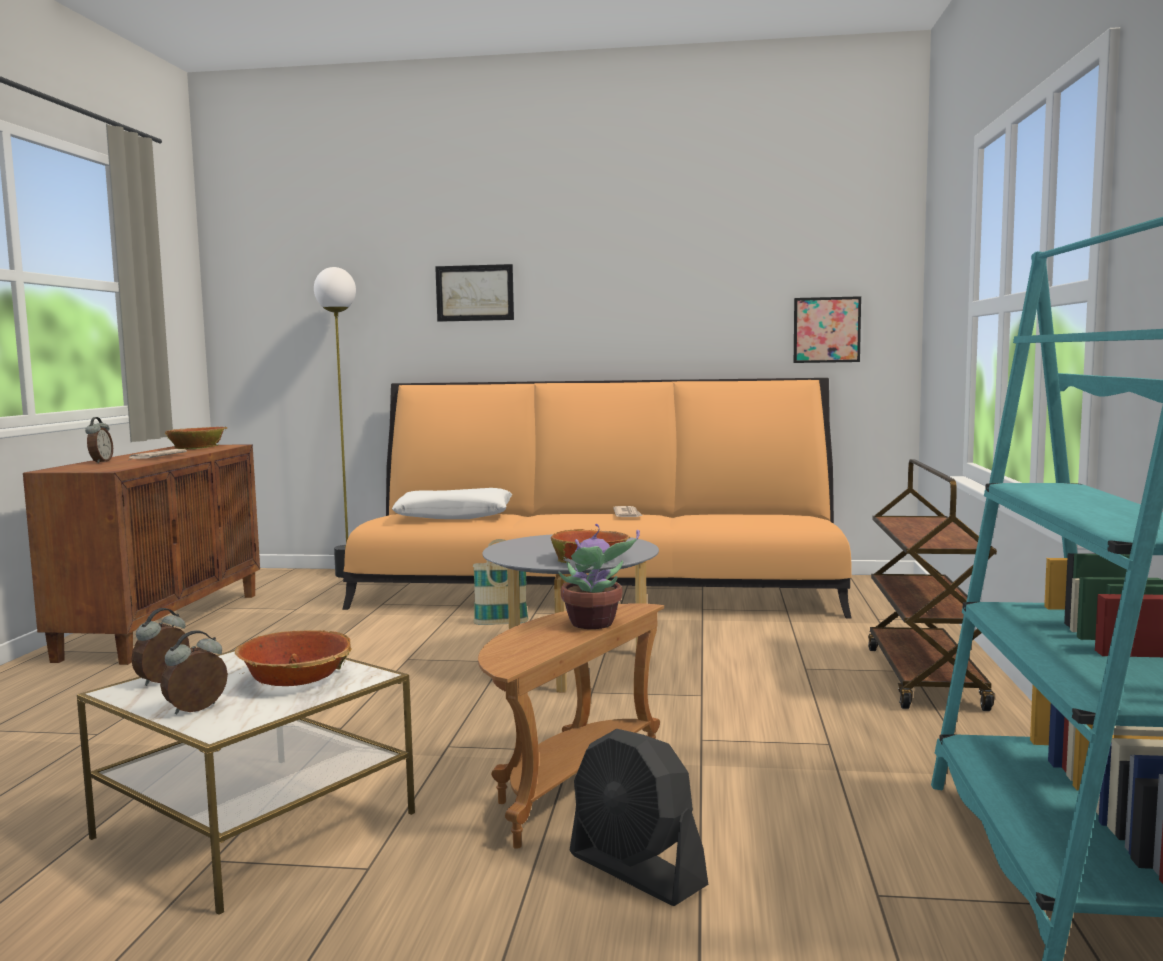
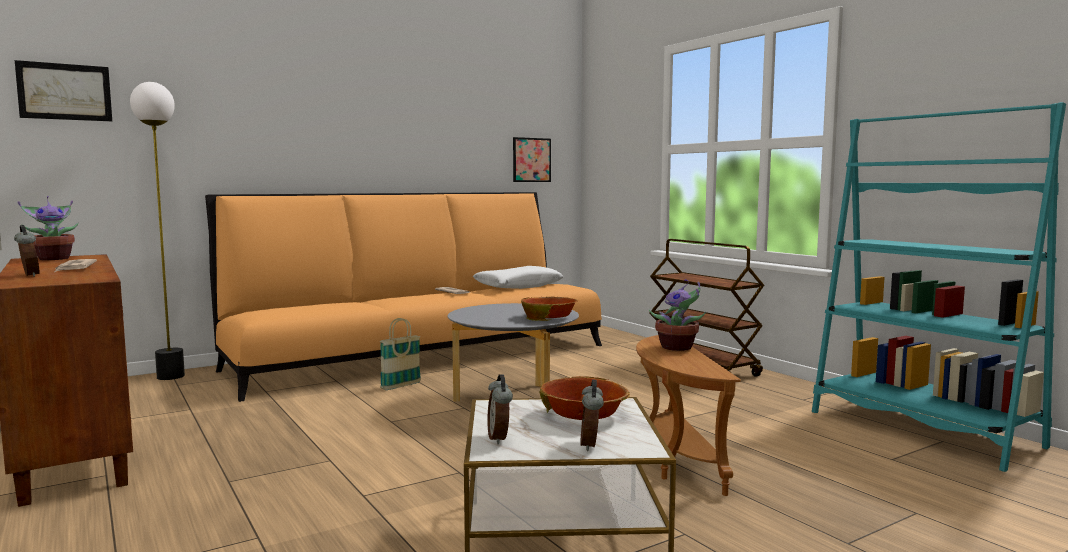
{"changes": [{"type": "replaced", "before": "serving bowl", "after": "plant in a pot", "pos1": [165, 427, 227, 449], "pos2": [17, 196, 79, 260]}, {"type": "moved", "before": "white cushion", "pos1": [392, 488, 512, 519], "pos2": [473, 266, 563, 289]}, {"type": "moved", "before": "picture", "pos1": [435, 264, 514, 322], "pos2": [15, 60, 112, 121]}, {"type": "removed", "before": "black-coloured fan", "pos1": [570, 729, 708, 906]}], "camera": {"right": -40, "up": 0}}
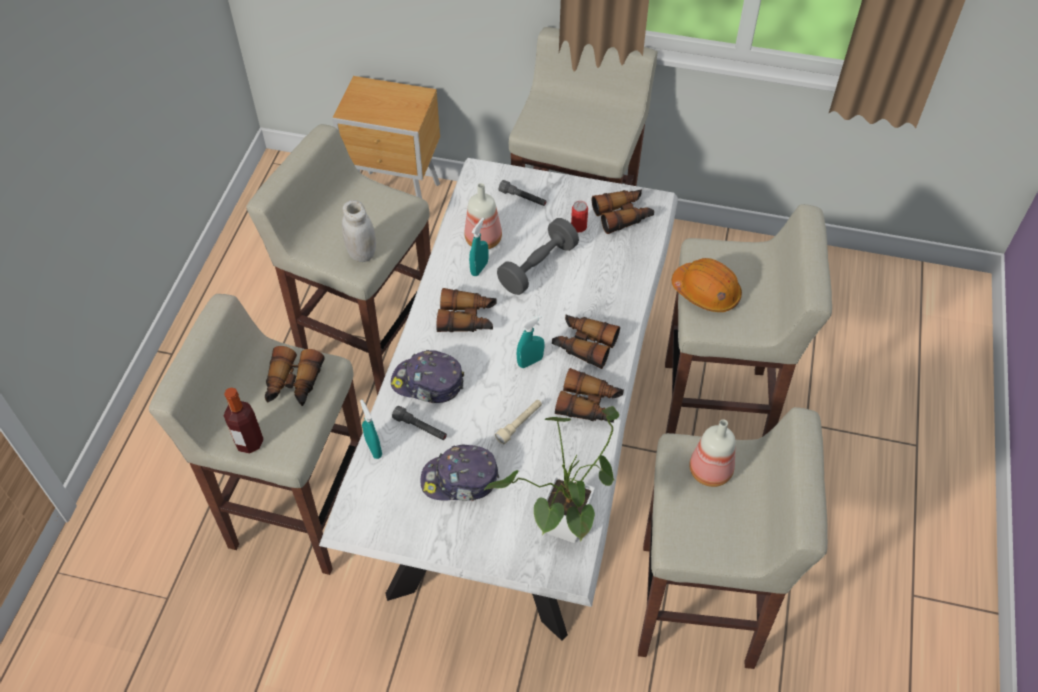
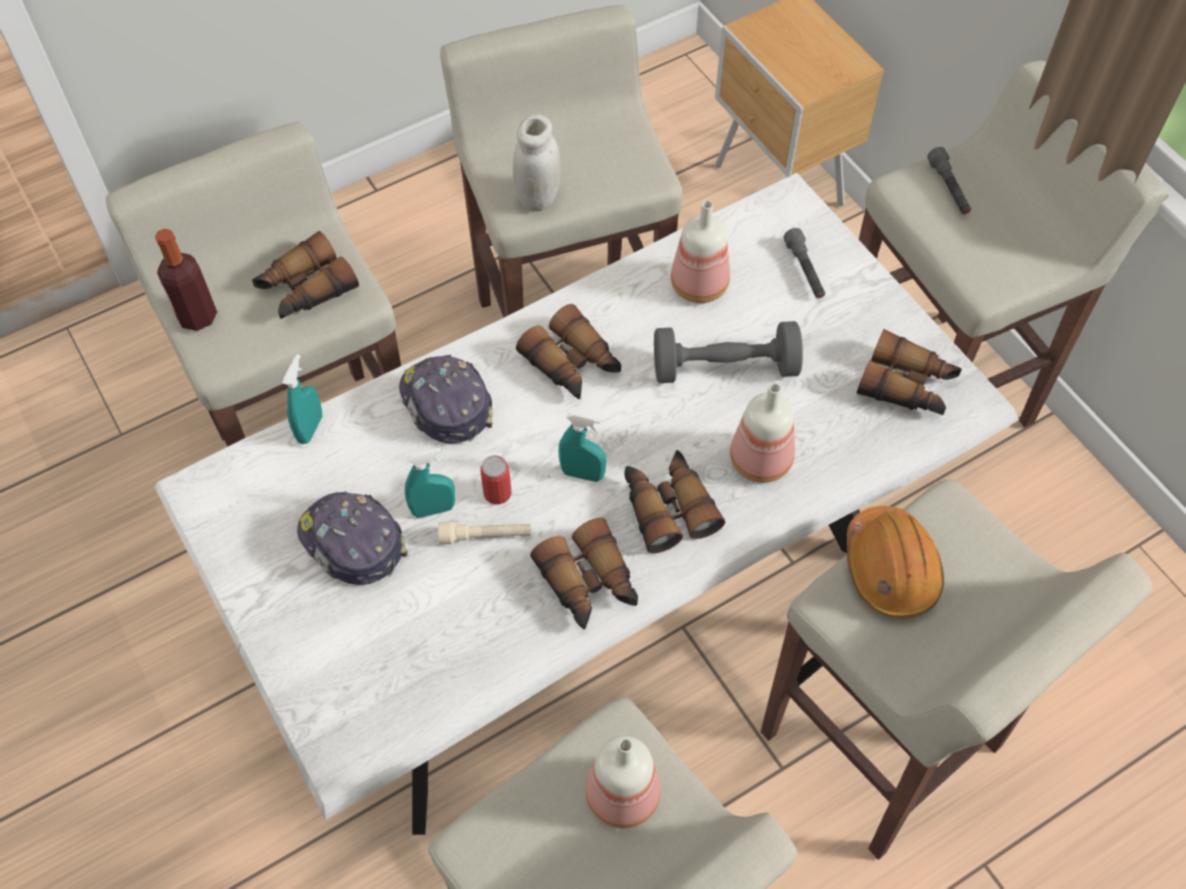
{"changes": [{"type": "moved", "before": "grey hand torch", "pos1": [392, 406, 447, 440], "pos2": [927, 147, 971, 214]}, {"type": "moved", "before": "blue-green hand sprayer", "pos1": [469, 218, 489, 276], "pos2": [405, 448, 455, 518]}, {"type": "removed", "before": "plant in a pot", "pos1": [484, 406, 619, 543]}, {"type": "moved", "before": "can", "pos1": [571, 201, 588, 232], "pos2": [481, 455, 511, 504]}, {"type": "added", "after": "beverage bottle", "pos2": [730, 383, 795, 483]}], "camera": {"right": 45, "up": 5}}
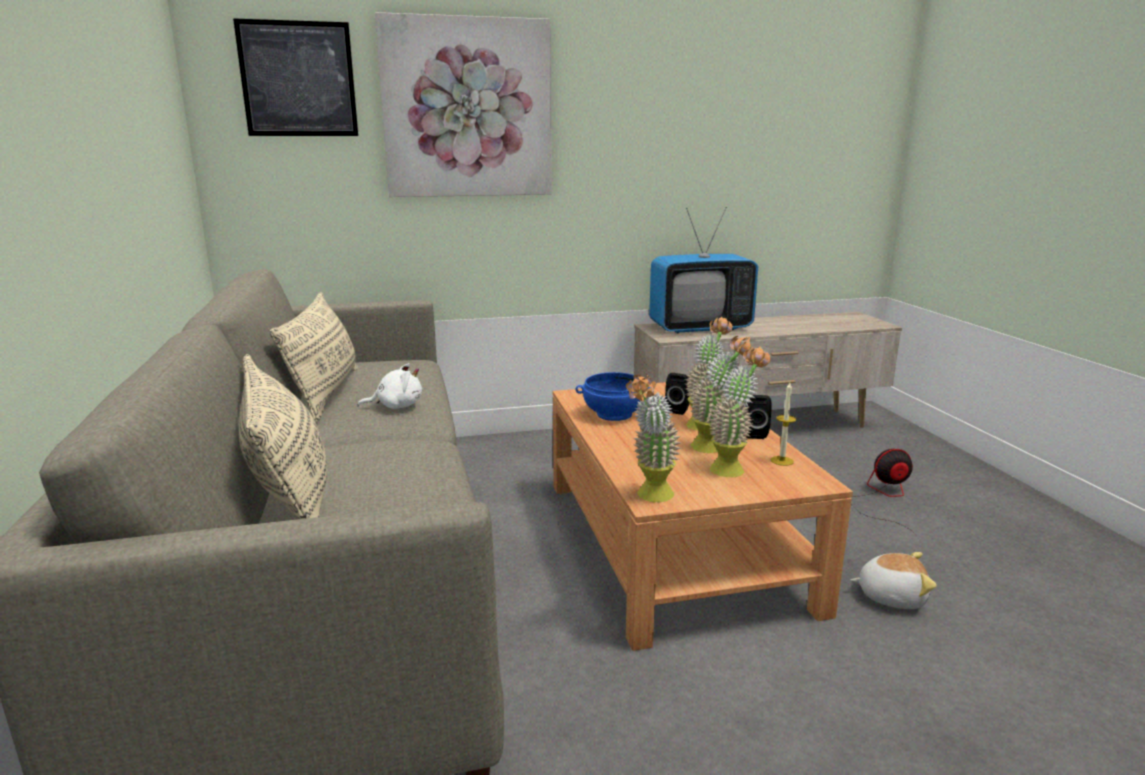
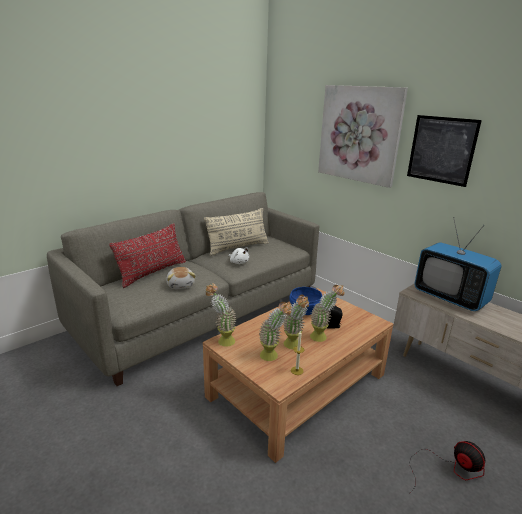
{"changes": [{"type": "moved", "before": "picture", "pos1": [233, 18, 358, 136], "pos2": [407, 115, 482, 187]}, {"type": "recoloured", "before": "beige cushion", "after": "reddish cushion", "pos1": [239, 354, 327, 520], "pos2": [109, 223, 186, 288]}, {"type": "removed", "before": "black-coloured speaker", "pos1": [744, 395, 772, 439]}, {"type": "moved", "before": "cuddly toy", "pos1": [850, 552, 937, 609], "pos2": [166, 267, 196, 289]}], "camera": {"right": 60, "up": 5}}
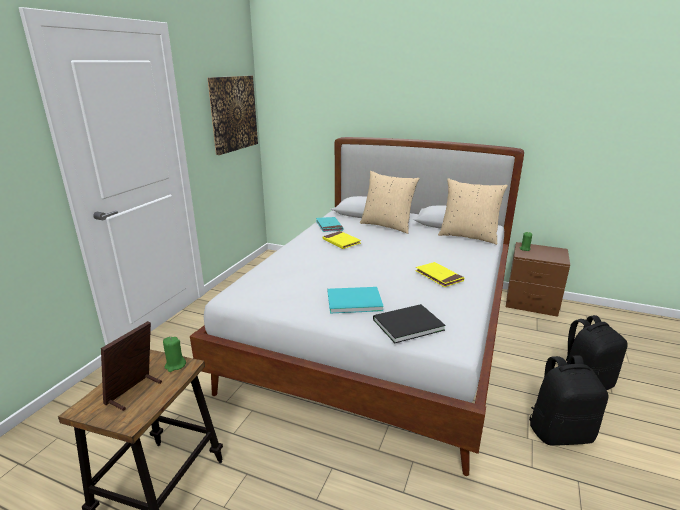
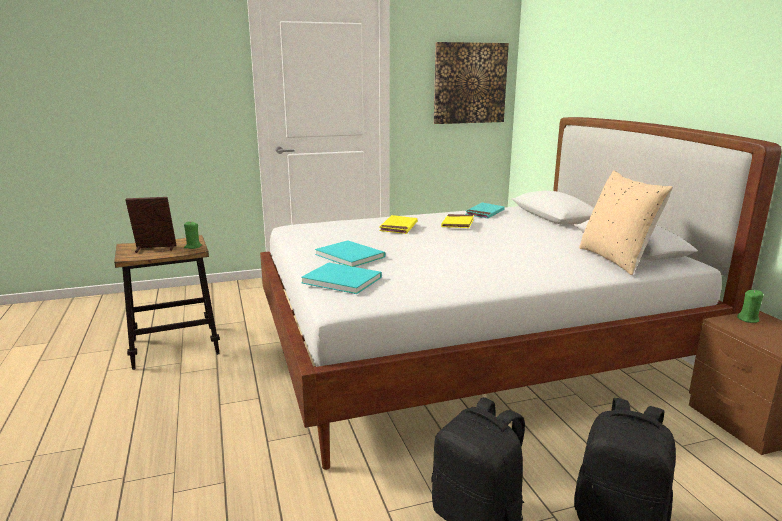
{"changes": [{"type": "removed", "before": "beige cushion", "pos1": [360, 171, 420, 234]}, {"type": "recoloured", "before": "black-coloured book", "after": "blue-green book", "pos1": [373, 304, 446, 343], "pos2": [301, 262, 382, 294]}, {"type": "moved", "before": "yellow book", "pos1": [415, 262, 464, 287], "pos2": [379, 215, 418, 234]}], "camera": {"right": 50, "up": -5}}
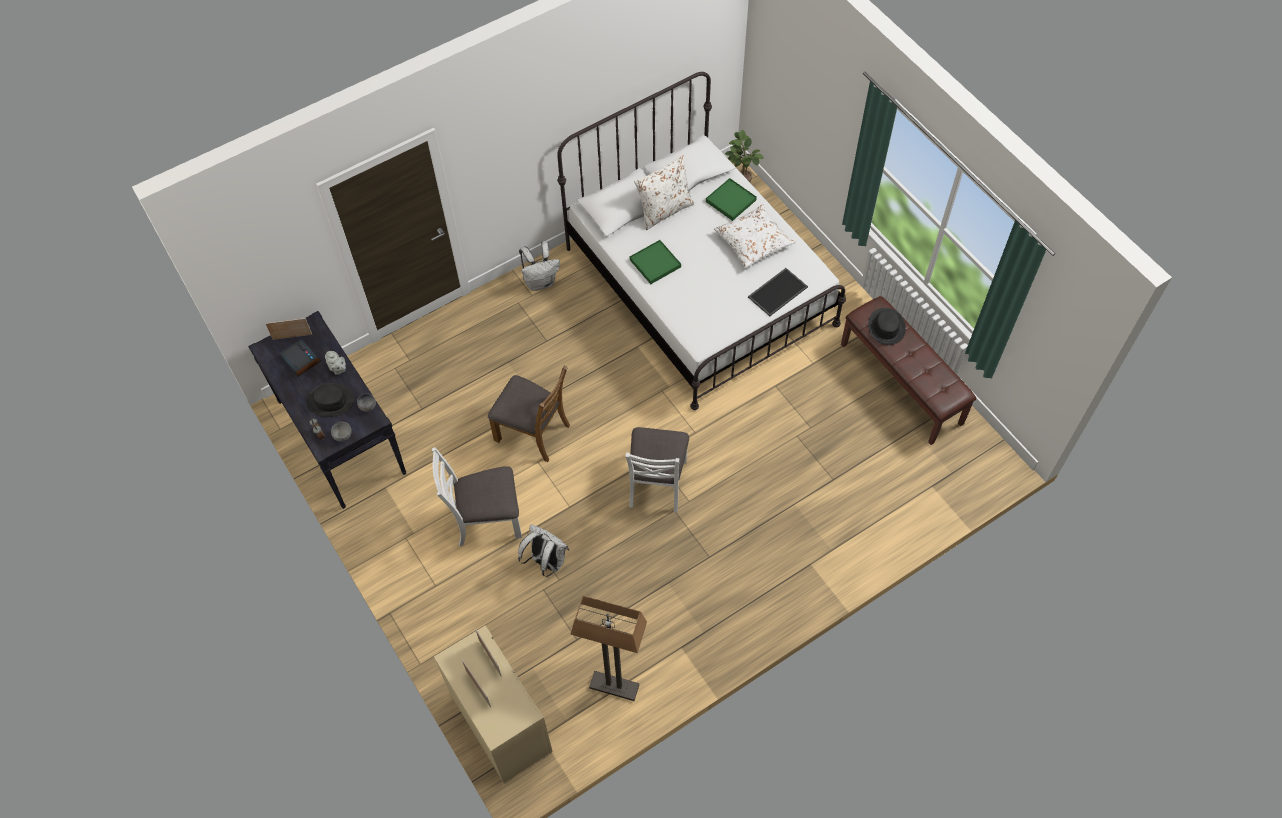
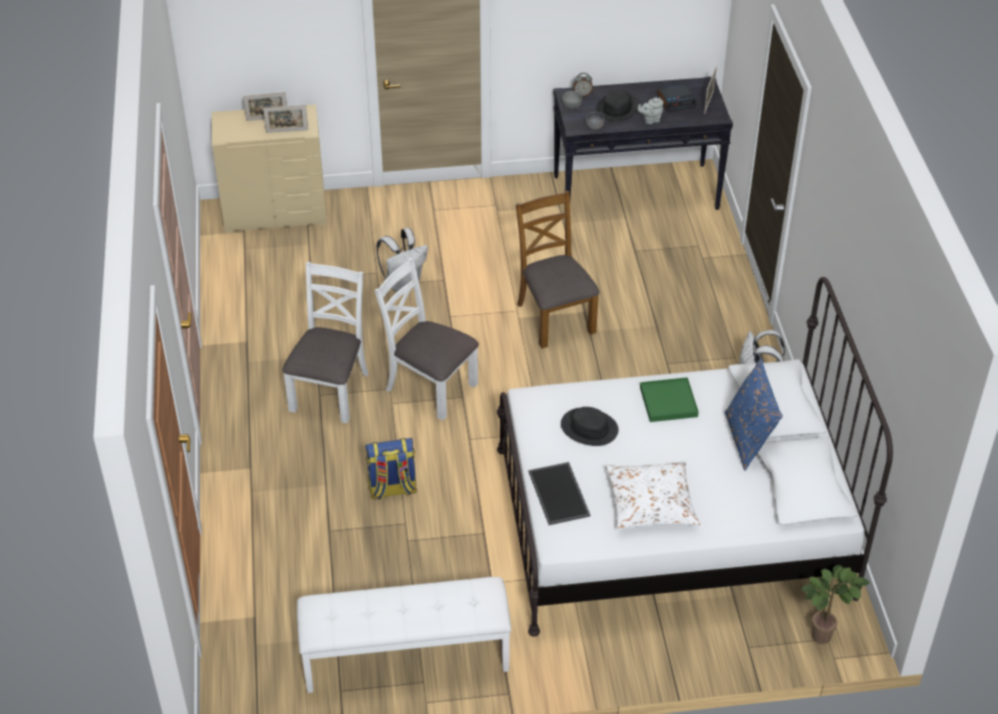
{"changes": [{"type": "moved", "before": "white chair", "pos1": [432, 447, 522, 546], "pos2": [282, 262, 369, 424]}, {"type": "turned", "before": "brown-coloured chair", "pos1": [488, 366, 570, 462], "pos2": [516, 191, 600, 349], "turn": 105}, {"type": "removed", "before": "standard lamp", "pos1": [570, 596, 647, 701]}, {"type": "recoloured", "before": "white cushion", "after": "blue-coloured cushion", "pos1": [634, 155, 694, 230], "pos2": [725, 358, 783, 470]}, {"type": "removed", "before": "green-coloured serving tray", "pos1": [706, 178, 757, 221]}, {"type": "recoloured", "before": "brown-coloured bench", "after": "white bench", "pos1": [841, 296, 976, 445], "pos2": [297, 577, 511, 693]}, {"type": "moved", "before": "black-coloured wearable hat", "pos1": [868, 308, 906, 345], "pos2": [561, 407, 619, 446]}, {"type": "added", "after": "rucksack", "pos2": [365, 438, 417, 500]}], "camera": {"right": 115, "up": -15}}
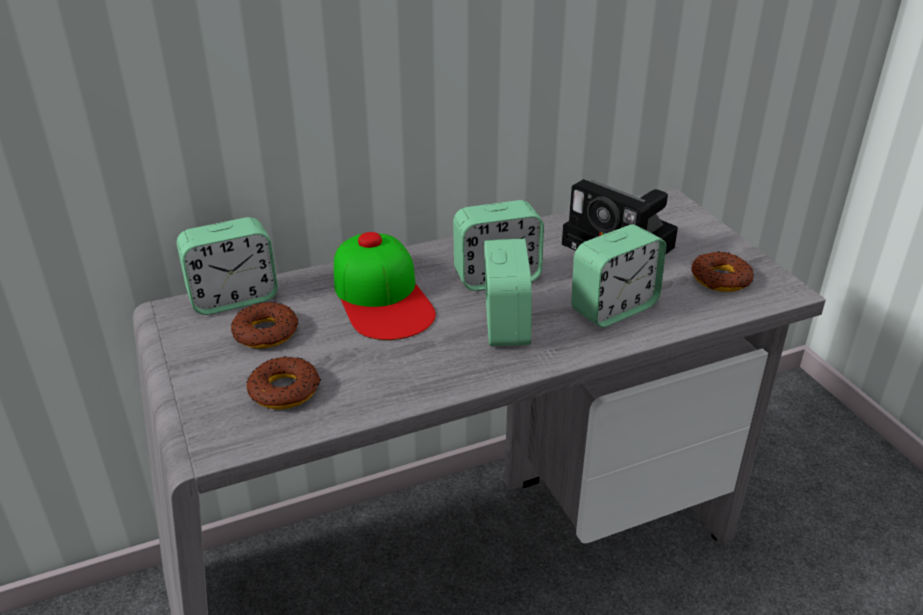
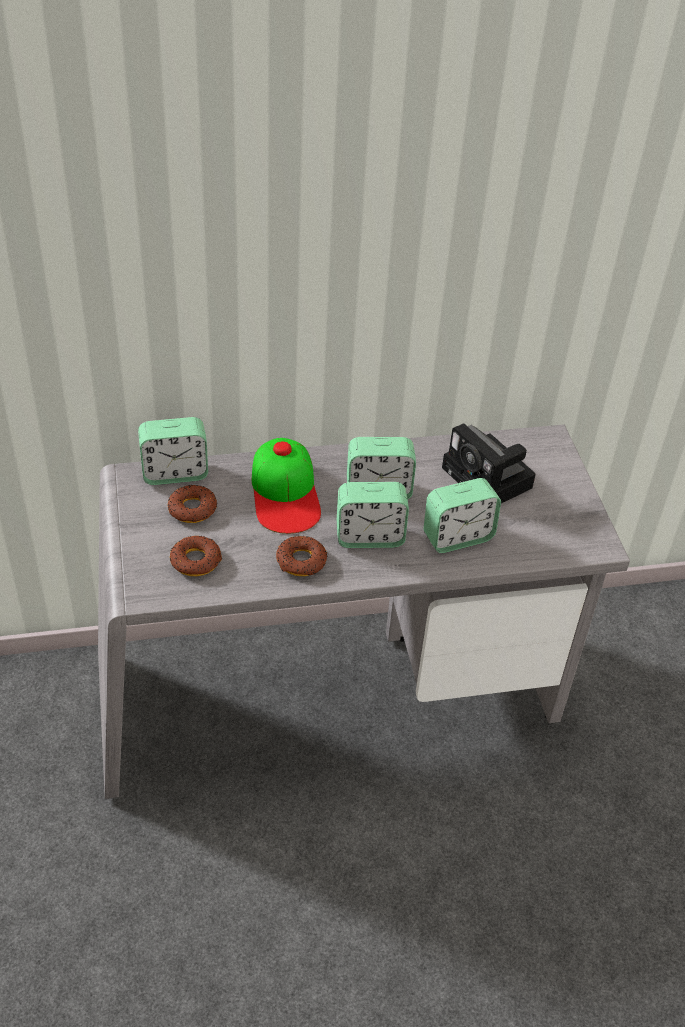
{"changes": [{"type": "turned", "before": "bedside clock", "pos1": [484, 239, 532, 346], "pos2": [337, 482, 409, 548], "turn": 75}, {"type": "moved", "before": "doughnut", "pos1": [691, 251, 754, 292], "pos2": [276, 536, 328, 576]}], "camera": {"right": 10, "up": 10}}
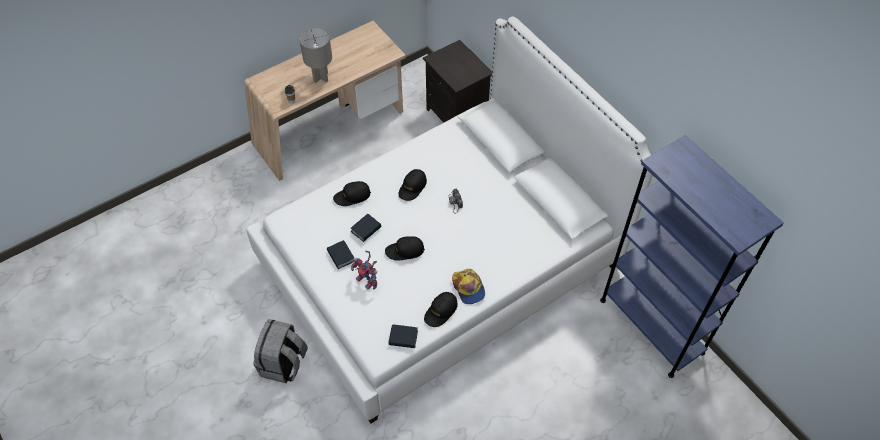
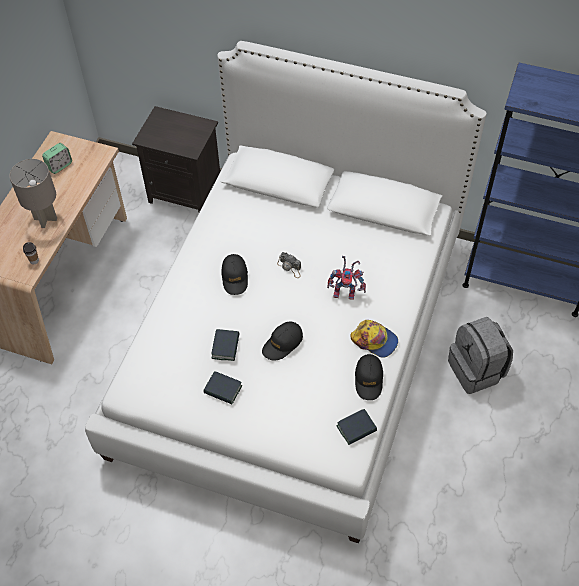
{"changes": [{"type": "moved", "before": "grey rucksack", "pos1": [253, 319, 308, 383], "pos2": [448, 317, 513, 394]}, {"type": "removed", "before": "black-coloured peaked cap", "pos1": [333, 181, 371, 206]}, {"type": "moved", "before": "robot figure", "pos1": [351, 250, 377, 289], "pos2": [327, 256, 366, 300]}, {"type": "added", "after": "bedside clock", "pos2": [42, 143, 72, 174]}], "camera": {"right": -35, "up": 0}}
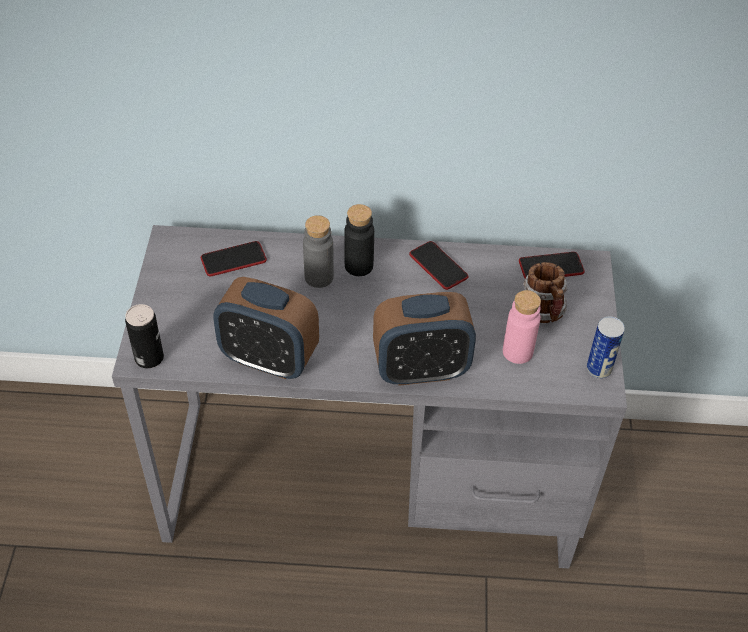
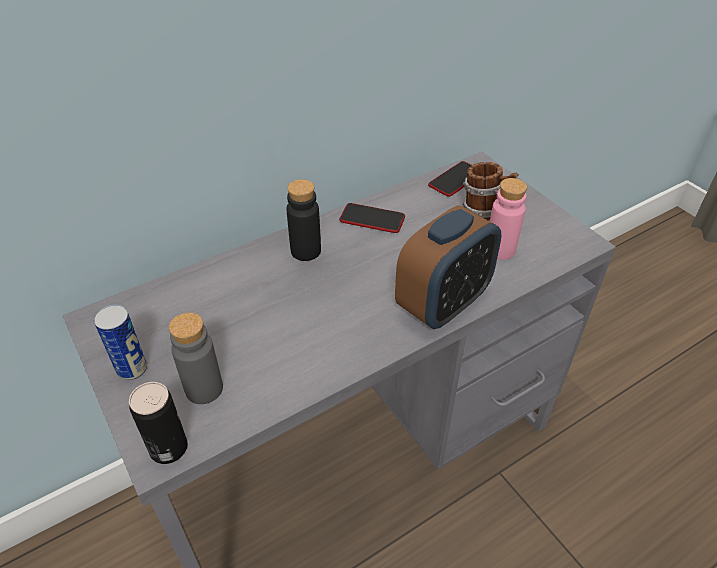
{"changes": [{"type": "removed", "before": "telephone", "pos1": [201, 241, 267, 276]}, {"type": "removed", "before": "bedside clock", "pos1": [213, 277, 319, 379]}, {"type": "moved", "before": "grey beverage bottle", "pos1": [303, 215, 334, 288], "pos2": [169, 313, 223, 404]}, {"type": "moved", "before": "can", "pos1": [587, 317, 625, 379], "pos2": [94, 305, 147, 380]}], "camera": {"right": -35, "up": -5}}
